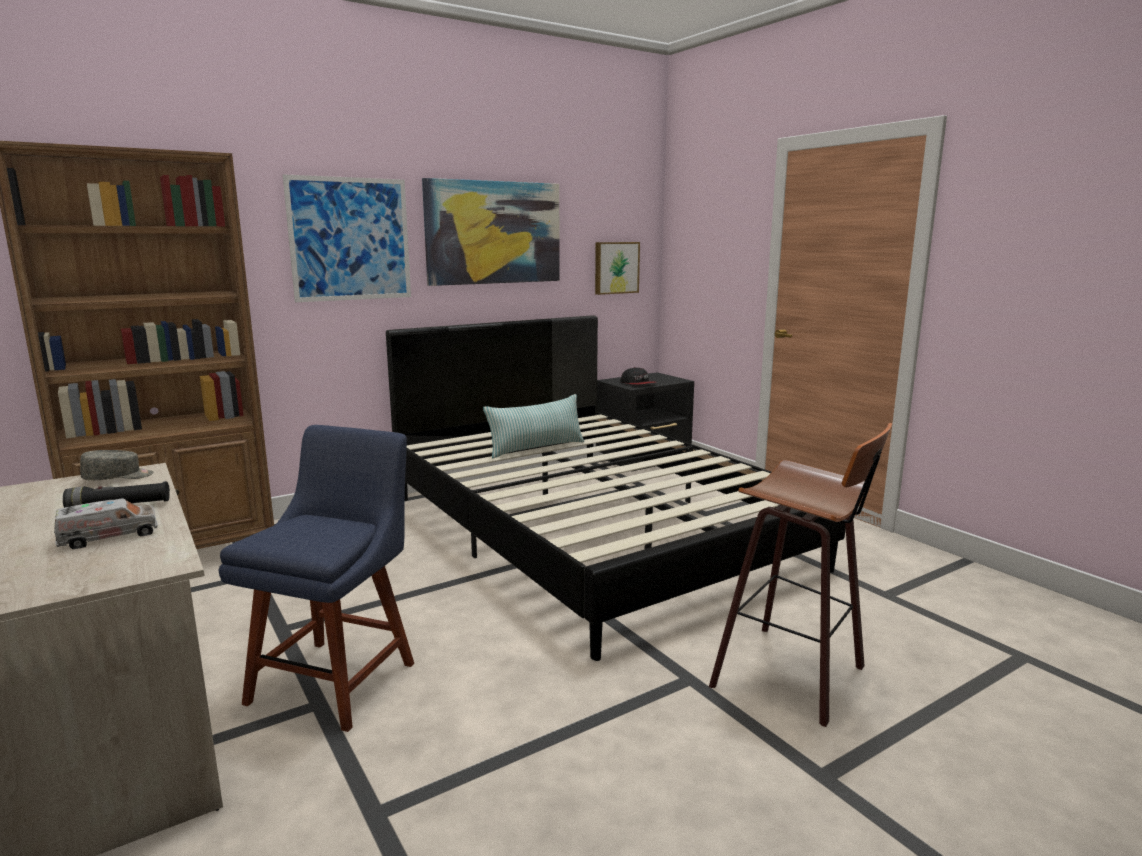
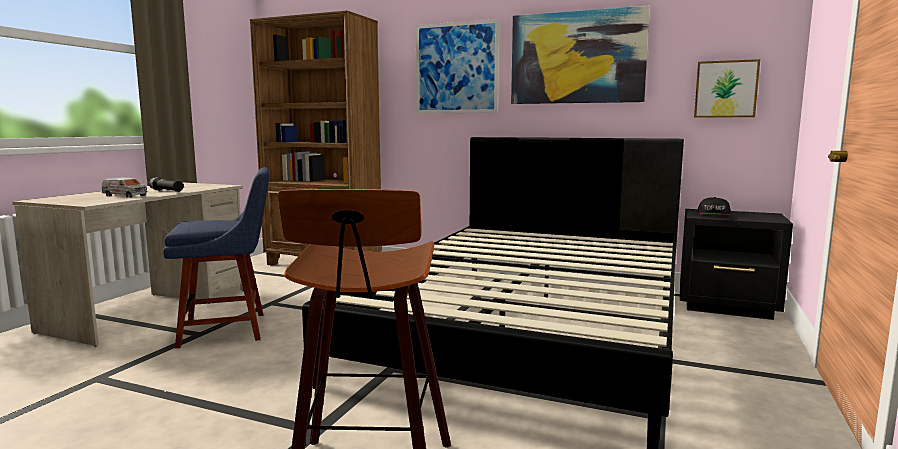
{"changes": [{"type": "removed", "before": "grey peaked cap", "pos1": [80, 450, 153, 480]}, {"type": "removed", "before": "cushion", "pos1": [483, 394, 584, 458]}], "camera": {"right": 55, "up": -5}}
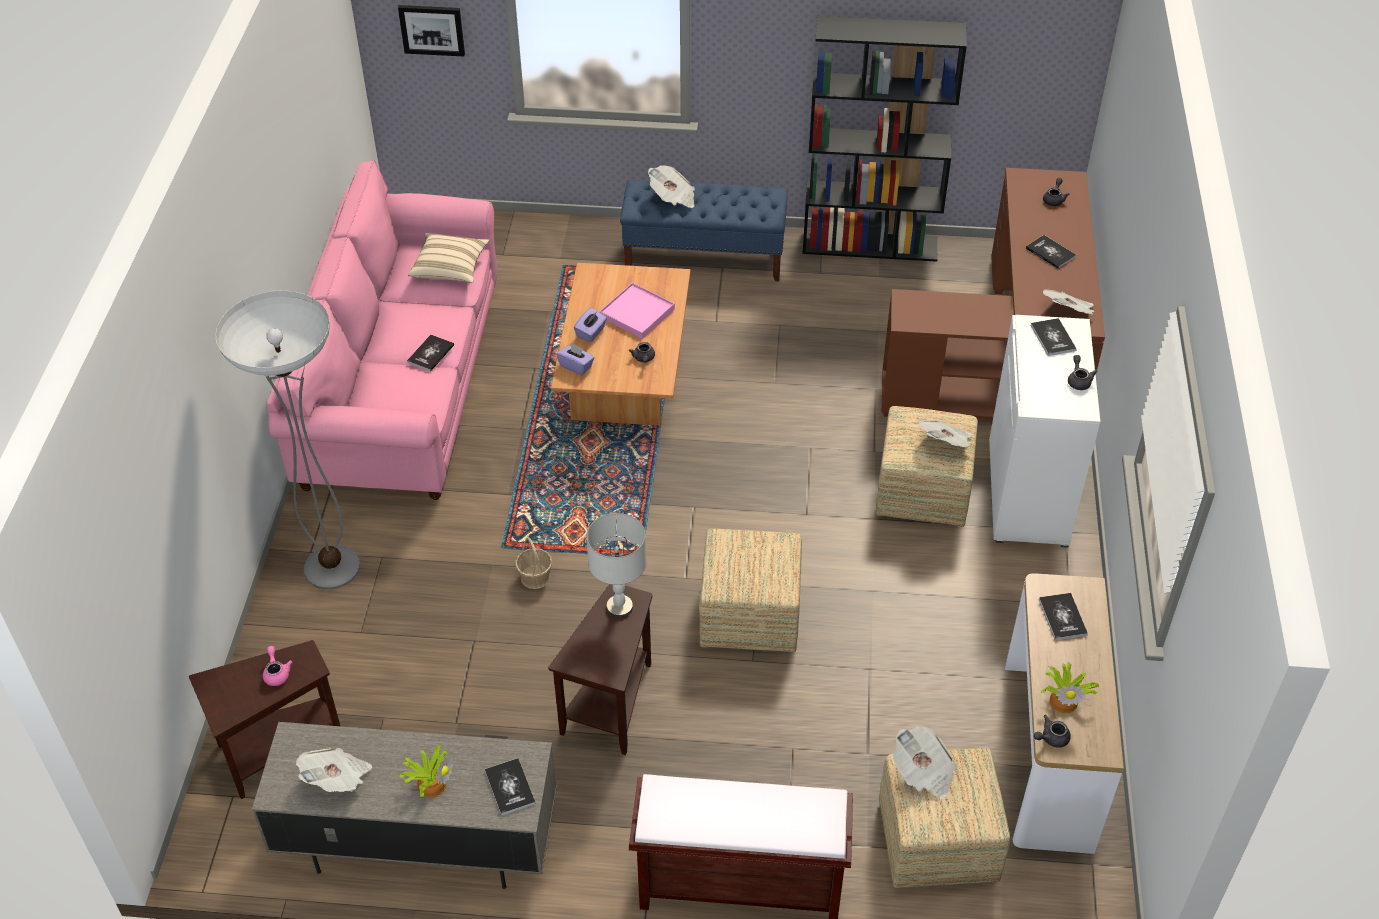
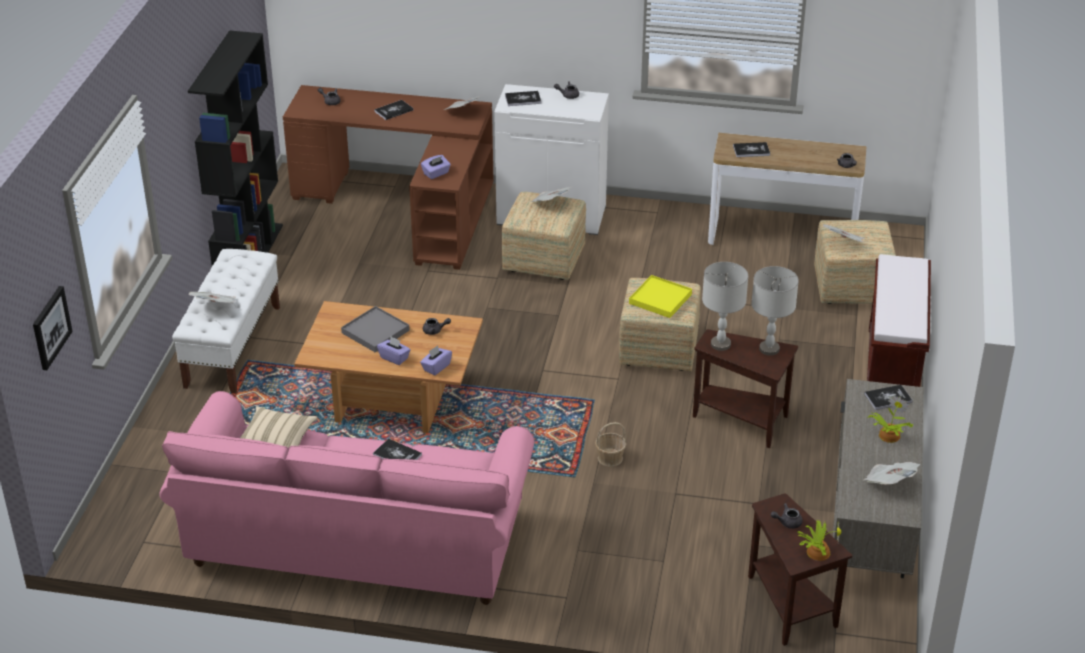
{"changes": [{"type": "removed", "before": "standard lamp", "pos1": [215, 290, 360, 590]}, {"type": "recoloured", "before": "pinkish teapot", "after": "grey teapot", "pos1": [263, 646, 293, 686], "pos2": [771, 503, 803, 529]}, {"type": "recoloured", "before": "pinkish serving tray", "after": "grey serving tray", "pos1": [600, 283, 675, 339], "pos2": [341, 306, 410, 353]}, {"type": "recoloured", "before": "blue-coloured bench", "after": "white bench", "pos1": [620, 180, 788, 281], "pos2": [172, 249, 280, 394]}, {"type": "moved", "before": "plant in a pot", "pos1": [1041, 662, 1099, 713], "pos2": [798, 520, 841, 561]}, {"type": "added", "after": "purple-coloured tissue box", "pos2": [421, 155, 451, 179]}, {"type": "added", "after": "yellow serving tray", "pos2": [629, 275, 692, 318]}, {"type": "added", "after": "grey tabletop lamp", "pos2": [751, 266, 799, 355]}], "camera": {"right": -85, "up": -10}}
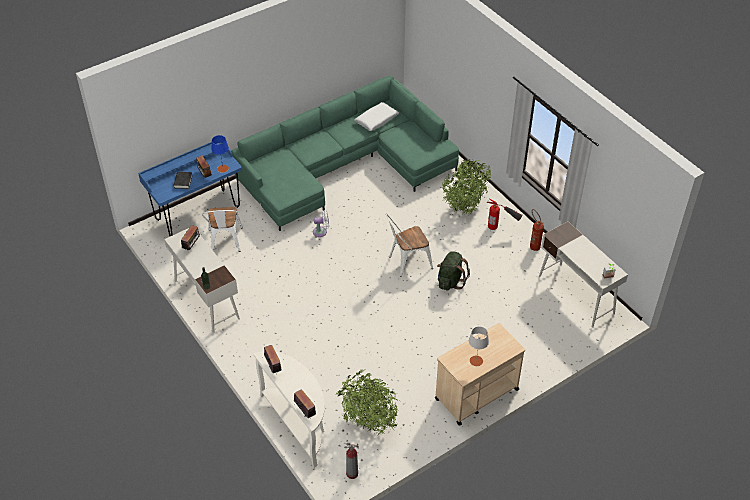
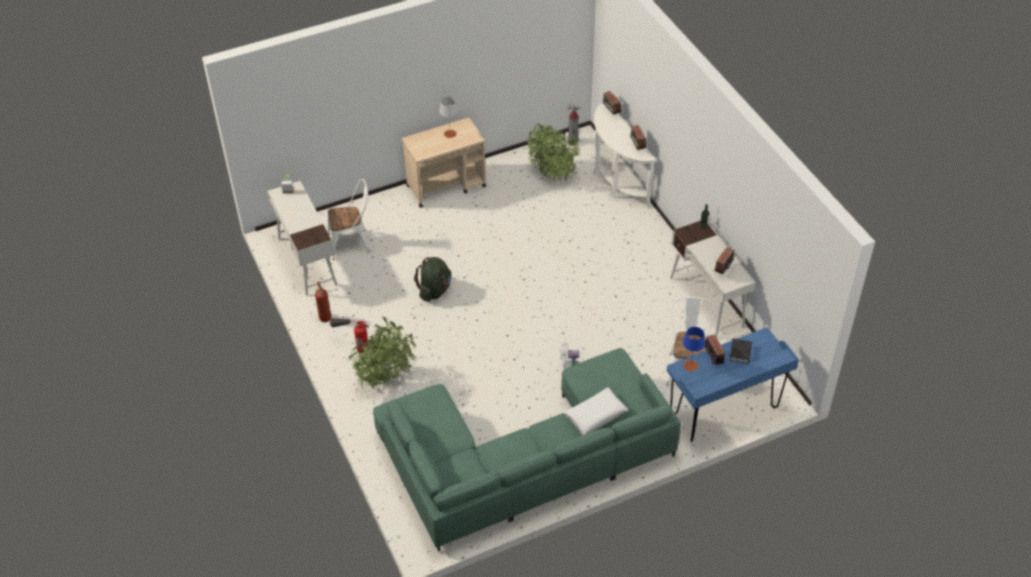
{"changes": [{"type": "moved", "before": "white cushion", "pos1": [354, 102, 399, 131], "pos2": [564, 387, 628, 435]}, {"type": "moved", "before": "white chair", "pos1": [386, 214, 433, 277], "pos2": [327, 179, 370, 260]}], "camera": {"right": -170, "up": 0}}
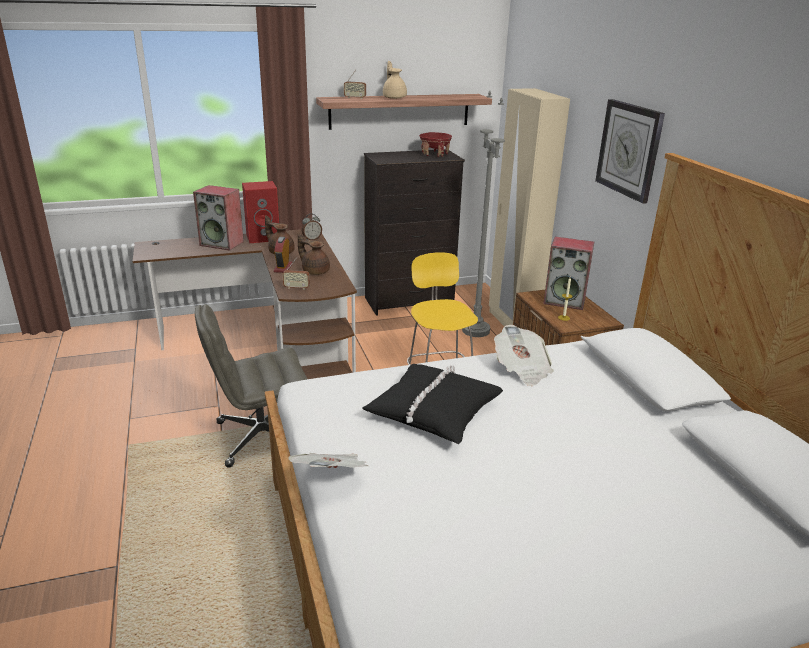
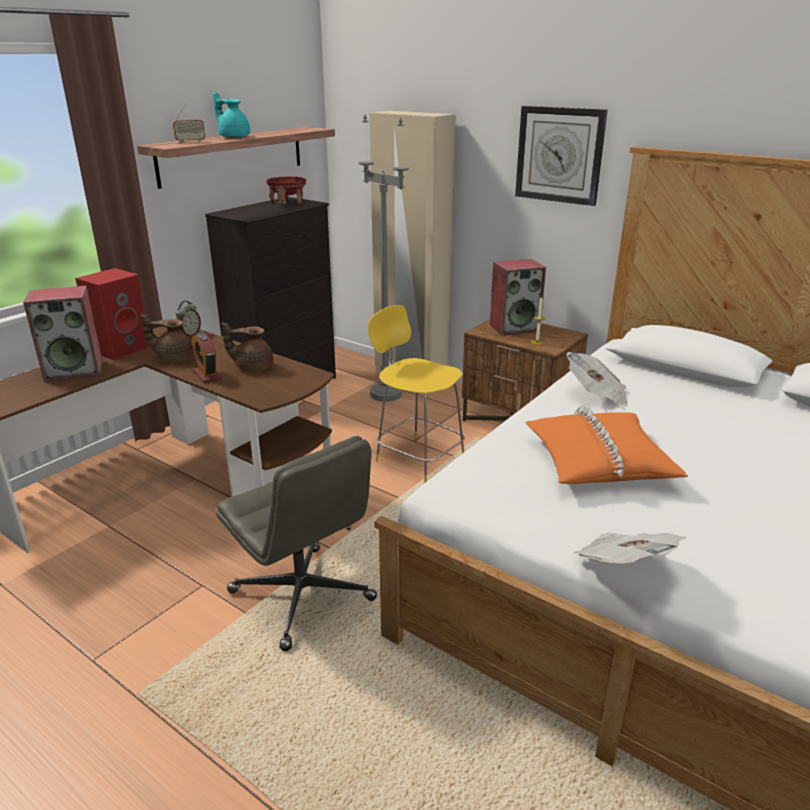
{"changes": [{"type": "turned", "before": "grey computer chair", "pos1": [195, 304, 307, 468], "pos2": [216, 436, 377, 651], "turn": -75}, {"type": "removed", "before": "radio set", "pos1": [283, 258, 310, 290]}, {"type": "recoloured", "before": "black-coloured cushion", "after": "orangey cushion", "pos1": [363, 364, 503, 444], "pos2": [525, 405, 688, 484]}, {"type": "recoloured", "before": "beige teapot", "after": "blue-green teapot", "pos1": [383, 61, 407, 99], "pos2": [213, 91, 250, 138]}], "camera": {"right": -35, "up": 0}}
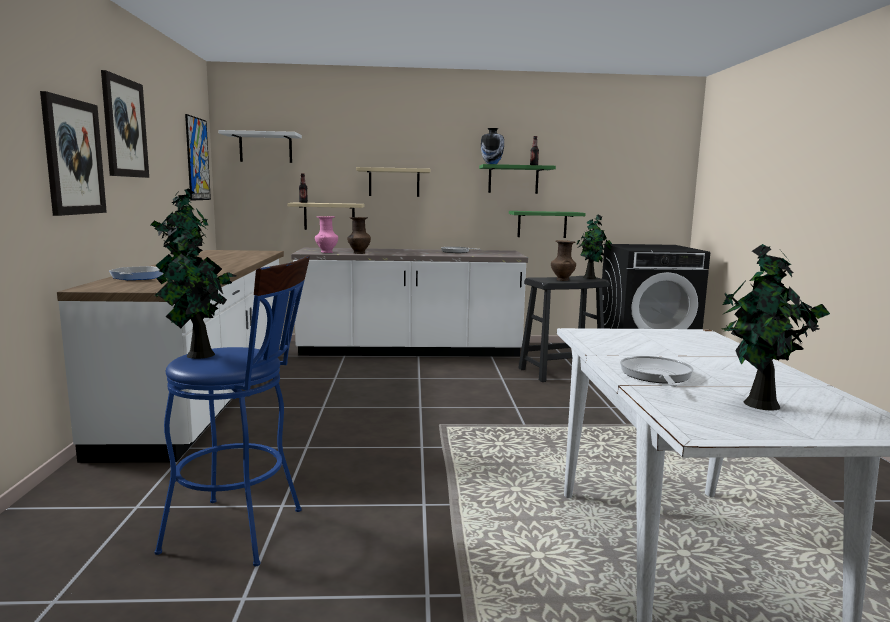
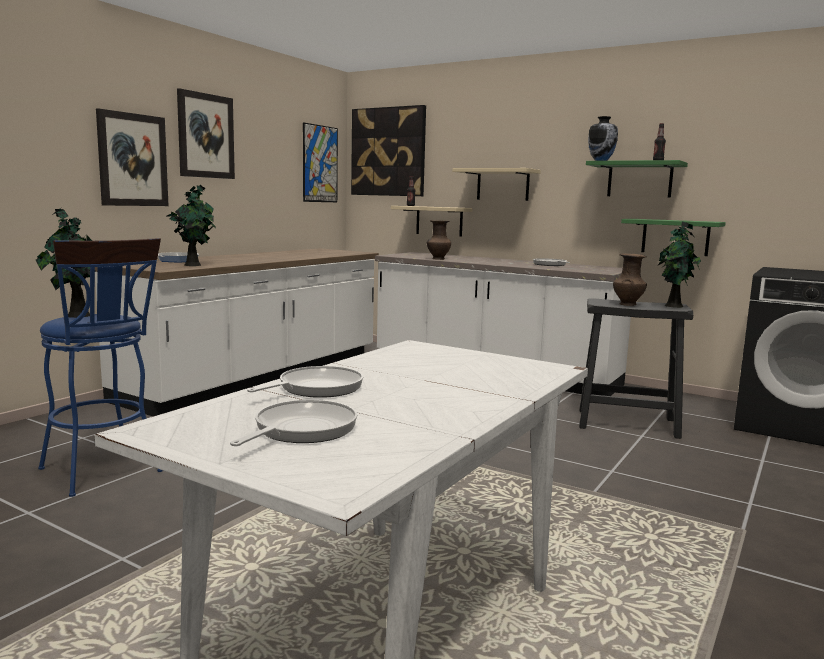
{"changes": [{"type": "replaced", "before": "white wall shelf", "after": "picture", "pos1": [218, 130, 302, 163], "pos2": [351, 105, 426, 196]}, {"type": "removed", "before": "pinkish flower vase", "pos1": [315, 216, 338, 253]}, {"type": "replaced", "before": "plant in a pot", "after": "skillet", "pos1": [721, 244, 830, 411], "pos2": [230, 400, 357, 446]}], "camera": {"right": 35, "up": 0}}
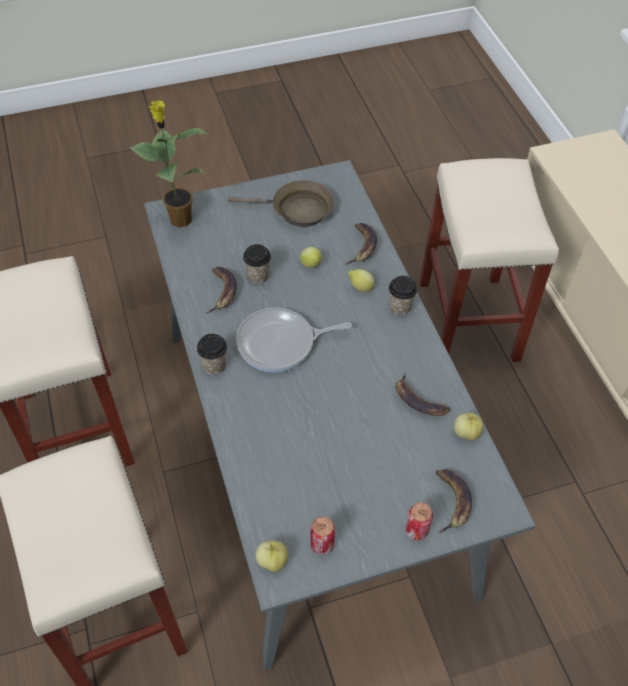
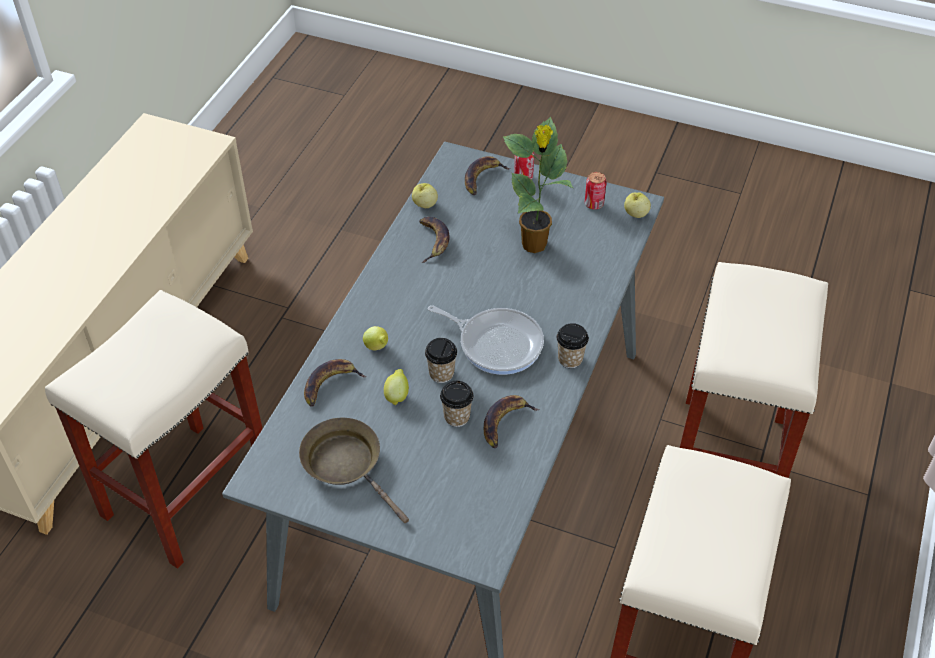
{"changes": [{"type": "moved", "before": "plant in a pot", "pos1": [130, 100, 208, 228], "pos2": [502, 117, 573, 253]}, {"type": "moved", "before": "cup", "pos1": [389, 276, 417, 316], "pos2": [425, 338, 457, 383]}], "camera": {"right": -140, "up": -5}}
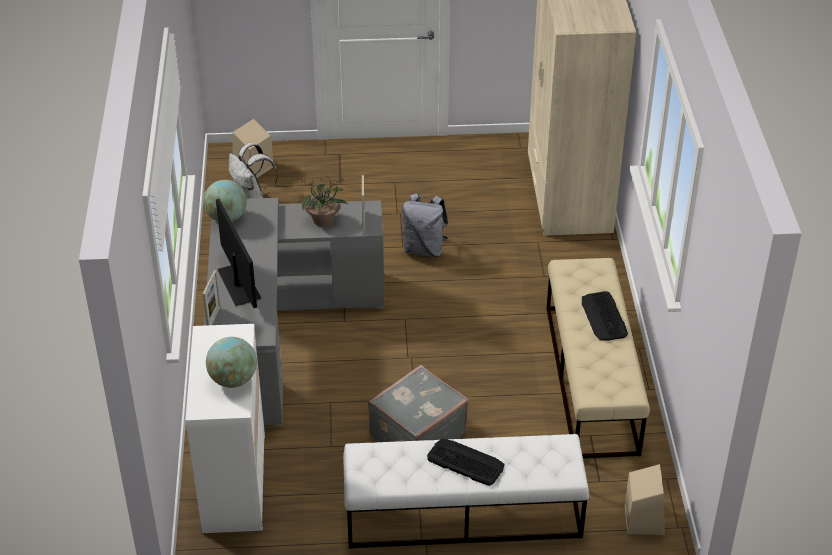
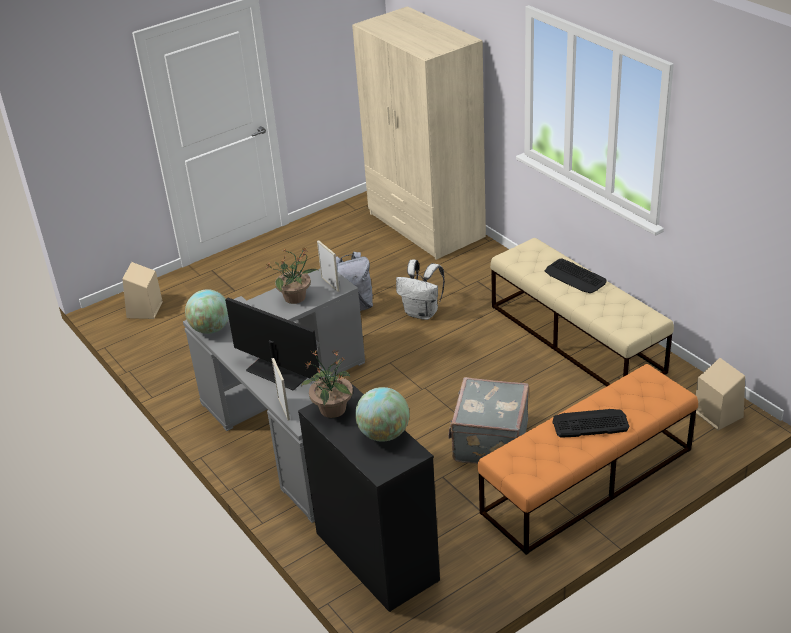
{"changes": [{"type": "recoloured", "before": "white chest of drawers", "after": "black-coloured chest of drawers", "pos1": [185, 324, 265, 534], "pos2": [298, 384, 440, 612]}, {"type": "moved", "before": "white rucksack", "pos1": [229, 143, 278, 199], "pos2": [396, 260, 445, 320]}, {"type": "recoloured", "before": "white bench", "after": "orangey bench", "pos1": [343, 434, 589, 549], "pos2": [477, 364, 698, 555]}, {"type": "added", "after": "plant in a pot", "pos2": [301, 351, 353, 418]}], "camera": {"right": -30, "up": -5}}
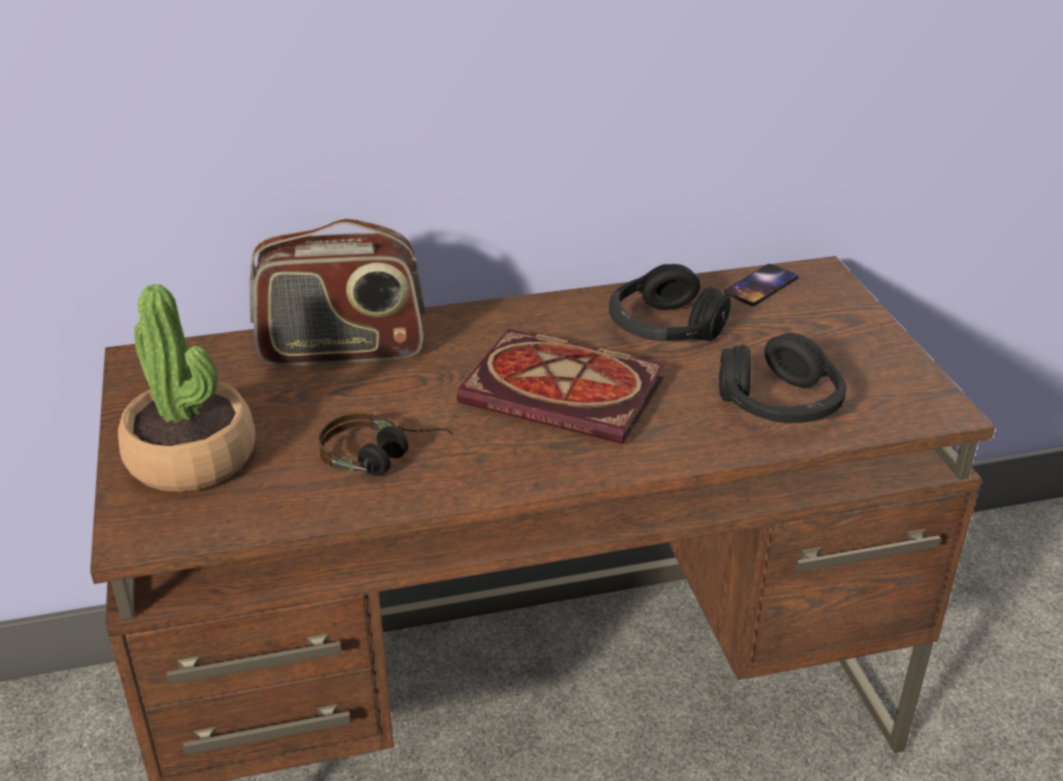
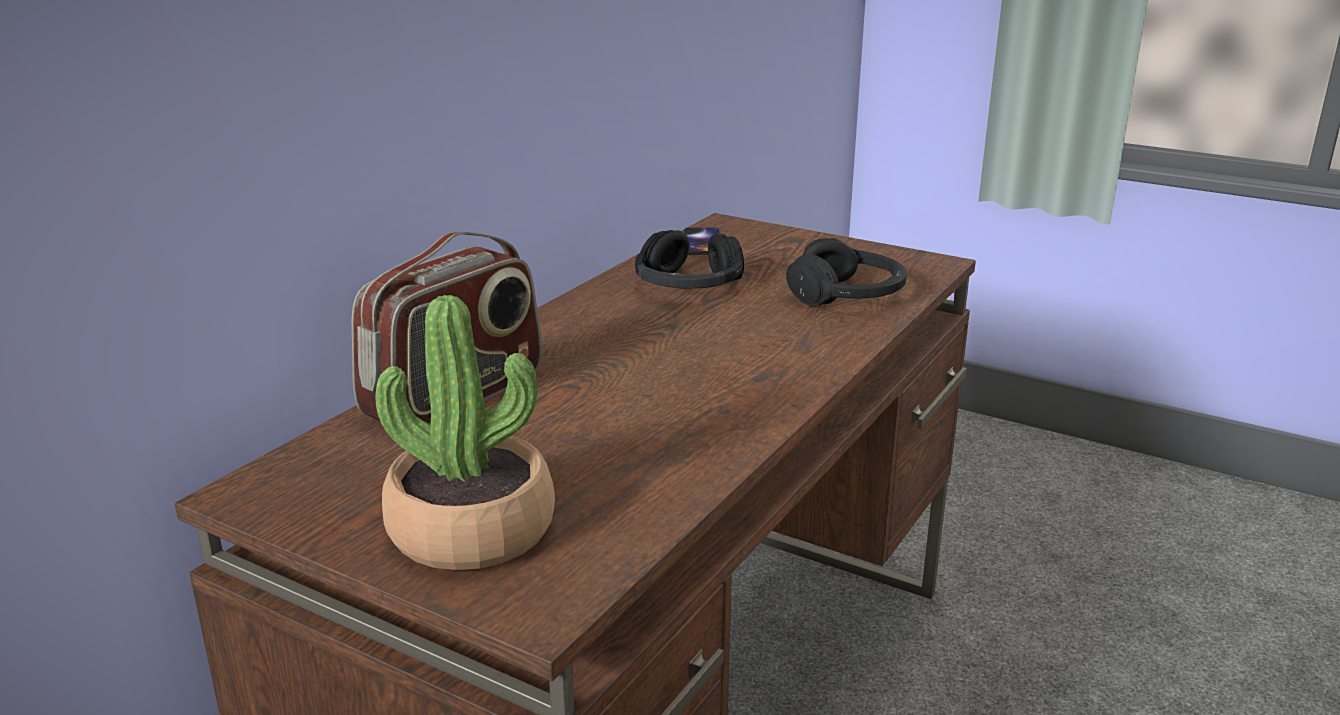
{"changes": [{"type": "removed", "before": "pair of headphones", "pos1": [318, 412, 453, 476]}, {"type": "removed", "before": "book", "pos1": [457, 329, 664, 444]}], "camera": {"right": -45, "up": -10}}
